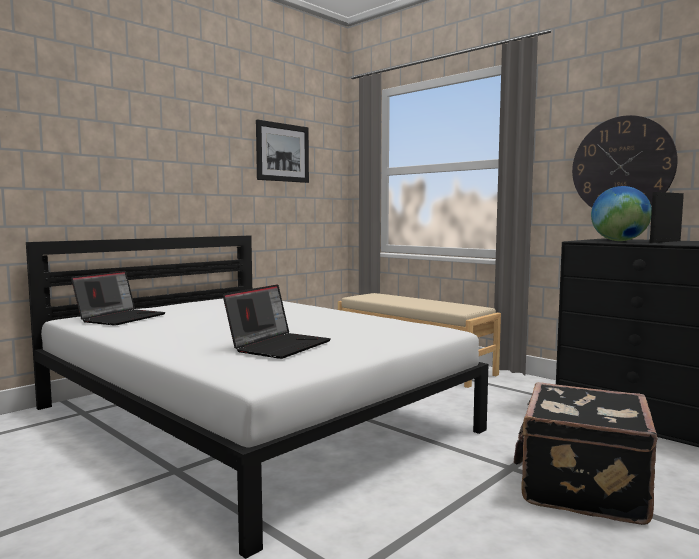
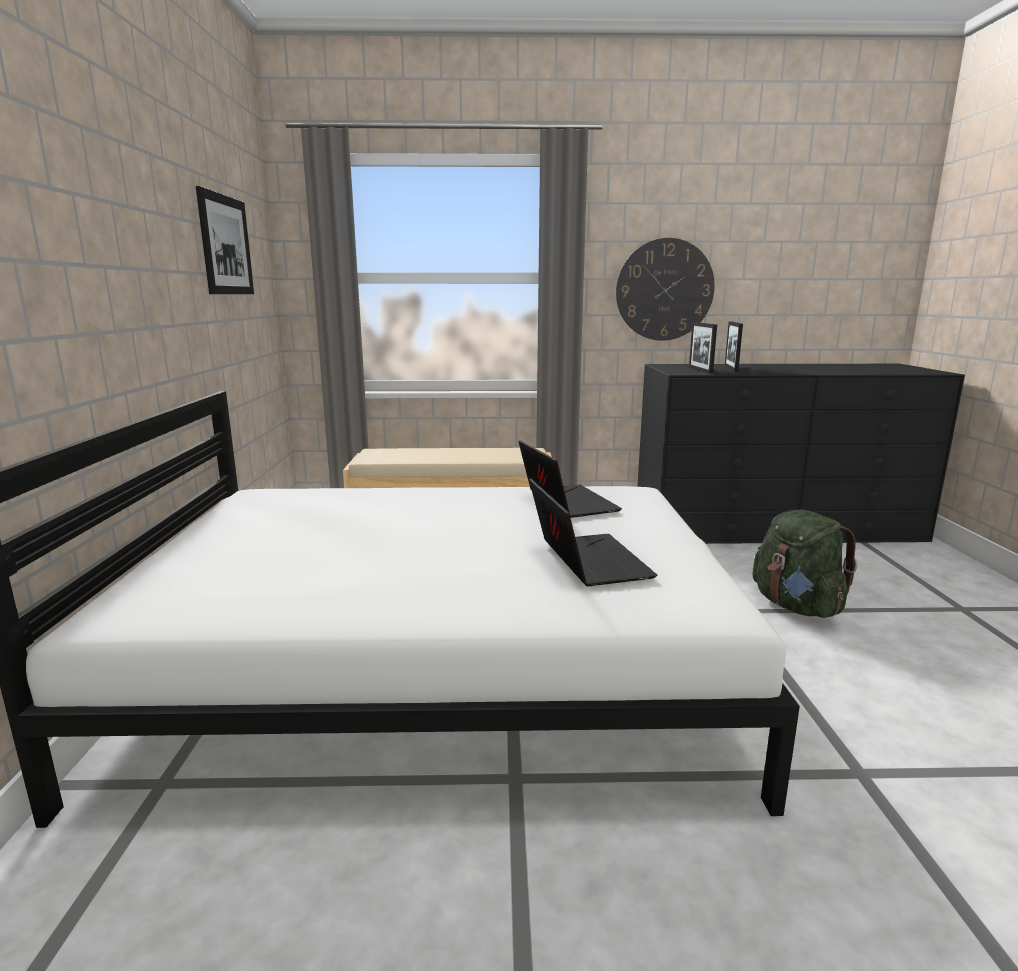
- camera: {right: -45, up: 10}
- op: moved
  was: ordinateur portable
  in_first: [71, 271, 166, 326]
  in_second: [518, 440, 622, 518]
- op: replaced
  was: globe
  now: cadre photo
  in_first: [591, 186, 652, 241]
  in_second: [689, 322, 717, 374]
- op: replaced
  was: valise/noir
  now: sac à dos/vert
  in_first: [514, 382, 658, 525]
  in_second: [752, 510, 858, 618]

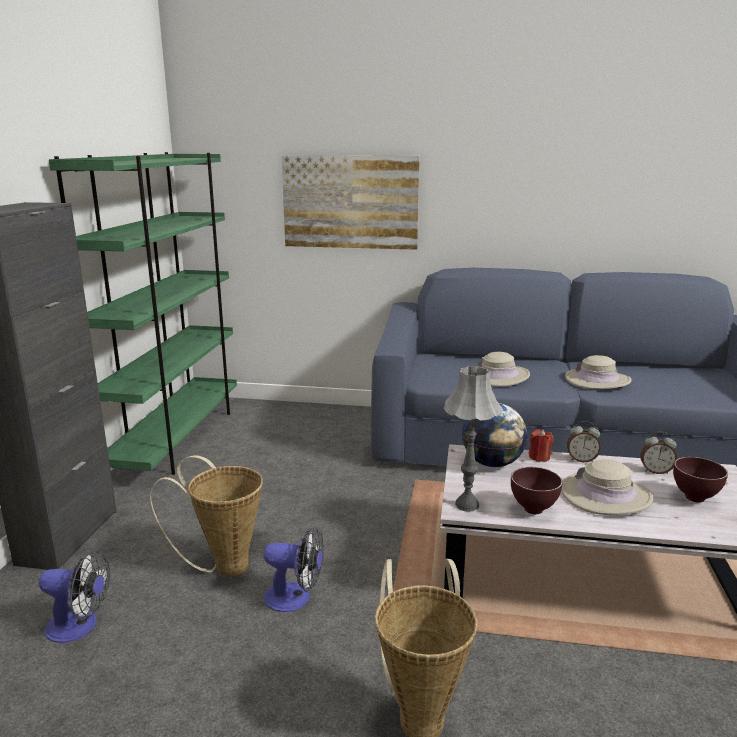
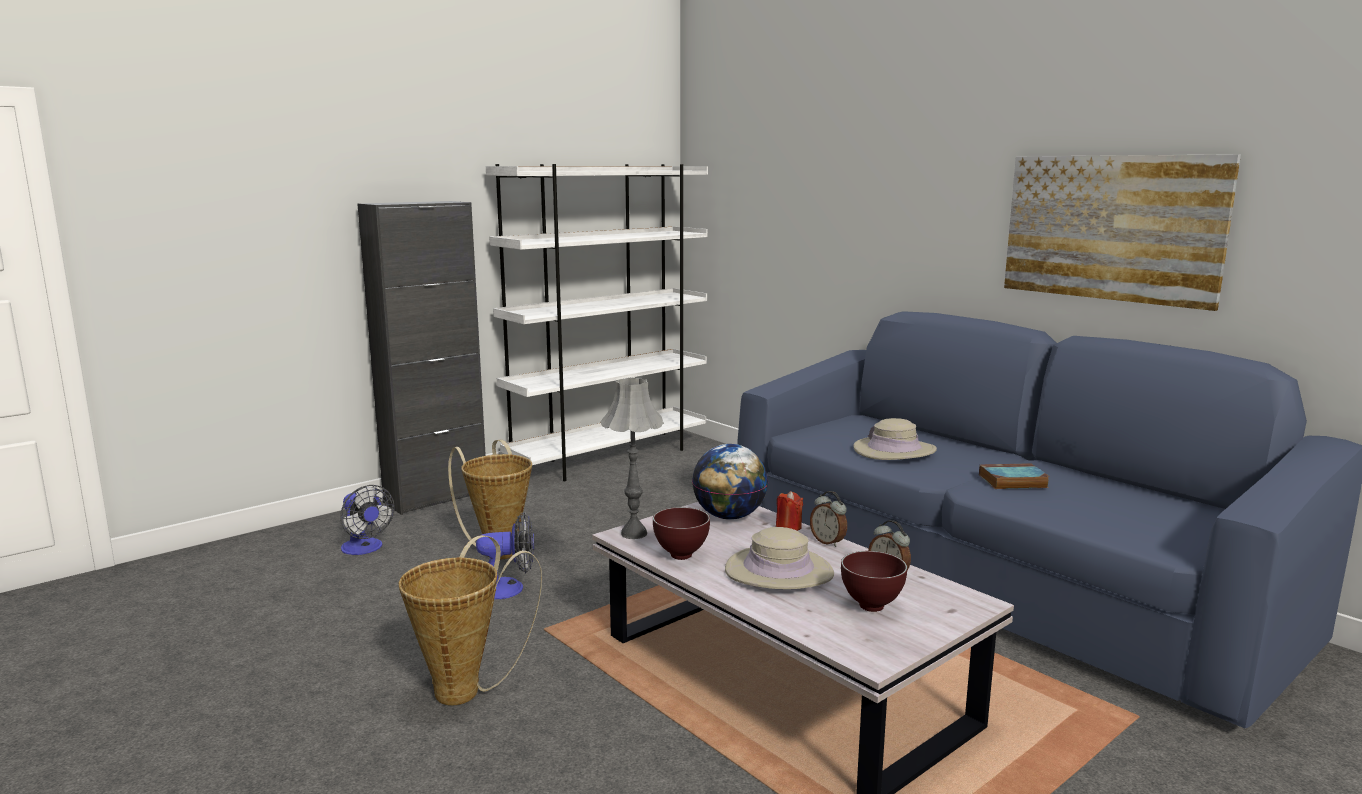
- camera: {right: 40, up: -5}
- op: turned
  was: ventilateur
  in_first: [263, 527, 324, 612]
  in_second: [476, 512, 534, 599]
  clockwise: -60
- op: recoloured
  was: bibliothèque/vert
  now: bibliothèque/blanc
  in_first: [49, 152, 237, 475]
  in_second: [486, 164, 708, 481]
- op: replaced
  was: chapeau/beige
  now: livre
  in_first: [565, 355, 632, 389]
  in_second: [979, 463, 1050, 489]
- op: moved
  was: tableau
  in_first: [281, 155, 420, 250]
  in_second: [1004, 154, 1241, 311]

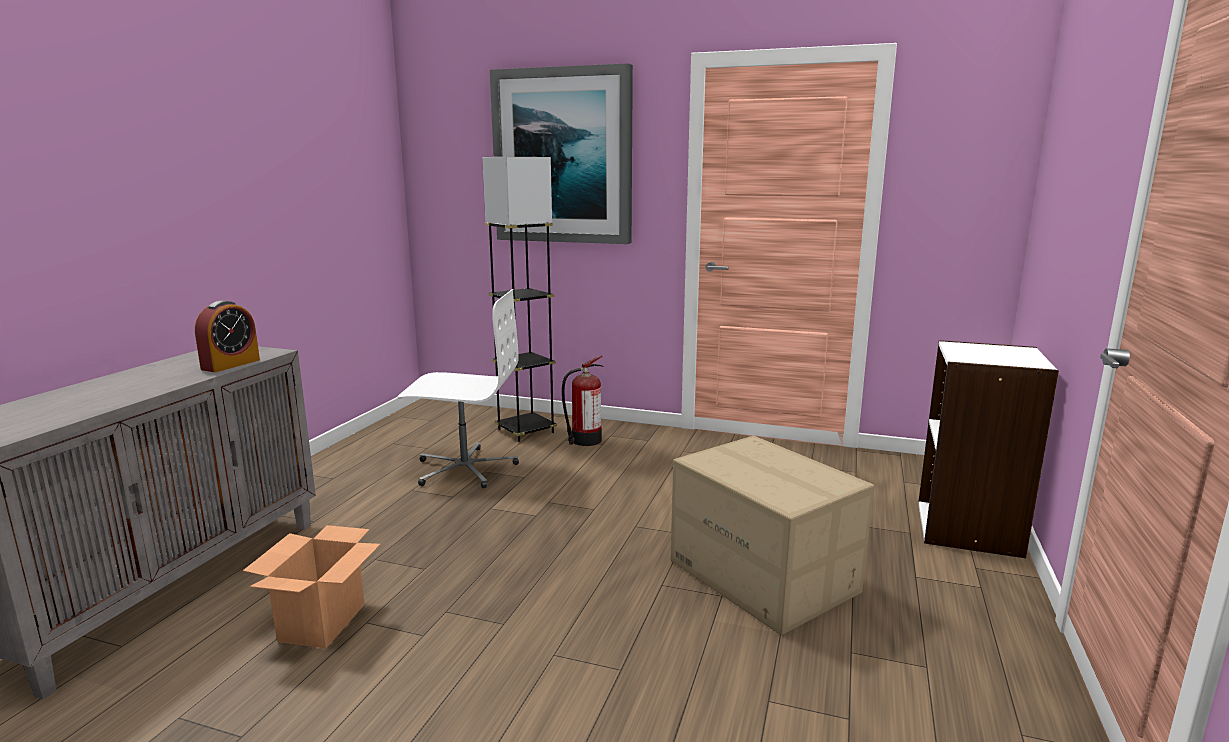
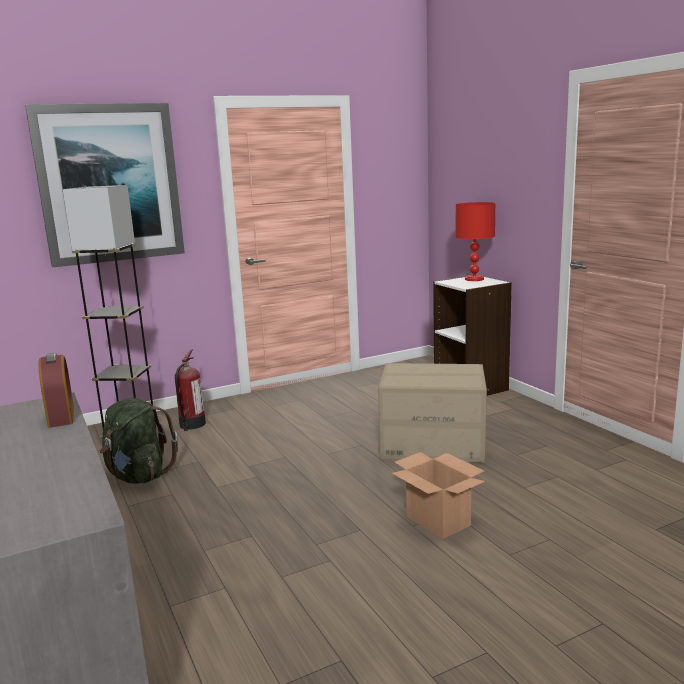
- camera: {right: -45, up: 0}
- op: replaced
  was: chaise de bureau/blanc
  now: sac à dos/vert
  in_first: [397, 289, 519, 488]
  in_second: [100, 398, 178, 484]
- op: moved
  was: carton
  in_first: [243, 525, 381, 648]
  in_second: [392, 452, 485, 539]
- op: added
  now: lampe de table/rouge
  in_second: [455, 202, 496, 281]

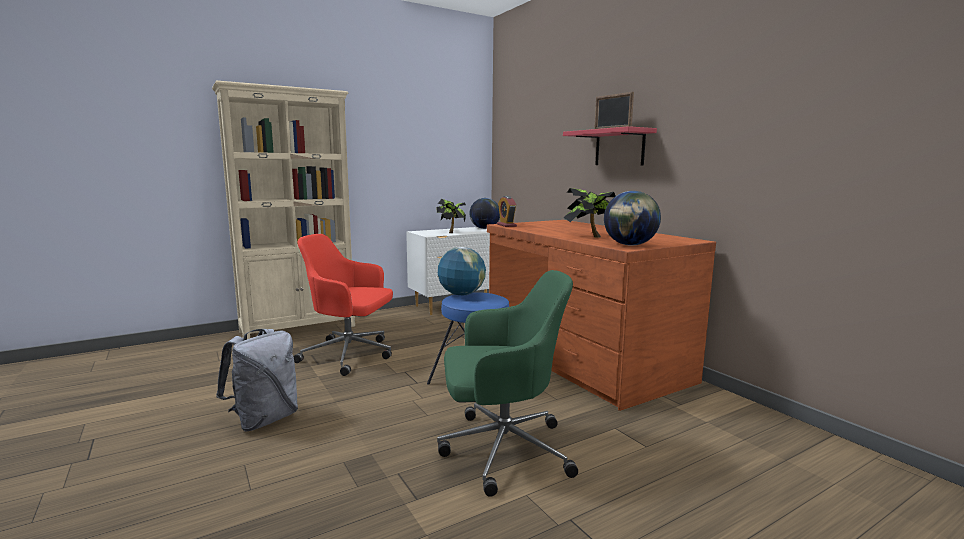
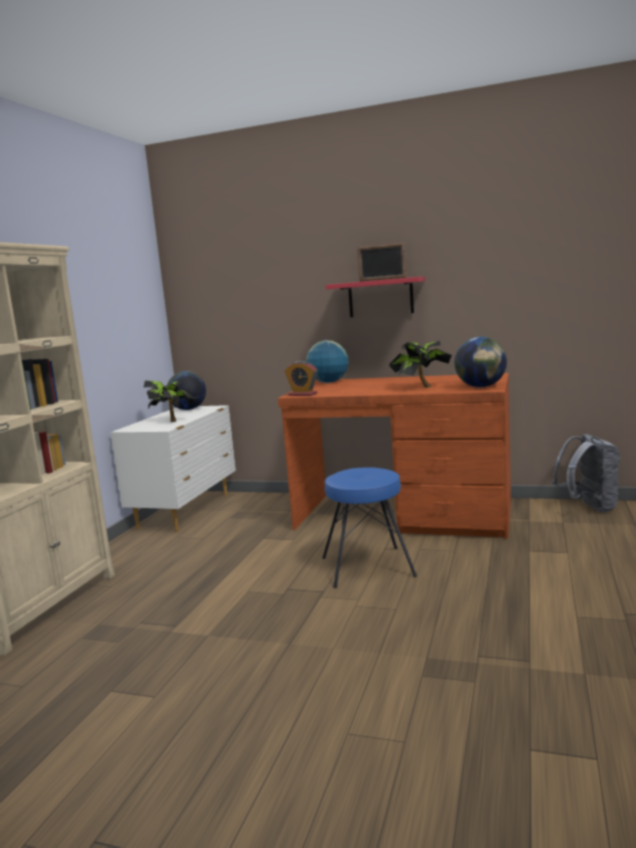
- camera: {right: -40, up: 0}
- op: moved
  was: globe
  in_first: [438, 247, 486, 295]
  in_second: [306, 340, 349, 383]
- op: moved
  was: sac à dos/gris
  in_first: [216, 329, 298, 431]
  in_second: [552, 434, 620, 512]
- op: removed
  was: chaise de bureau/rouge
  in_first: [293, 234, 393, 376]
- op: removed
  was: chaise de bureau/vert
  in_first: [437, 270, 578, 497]

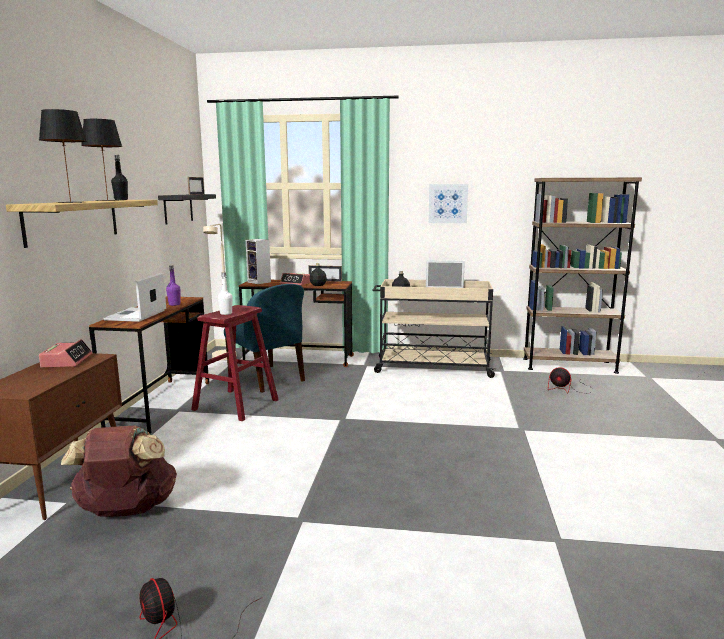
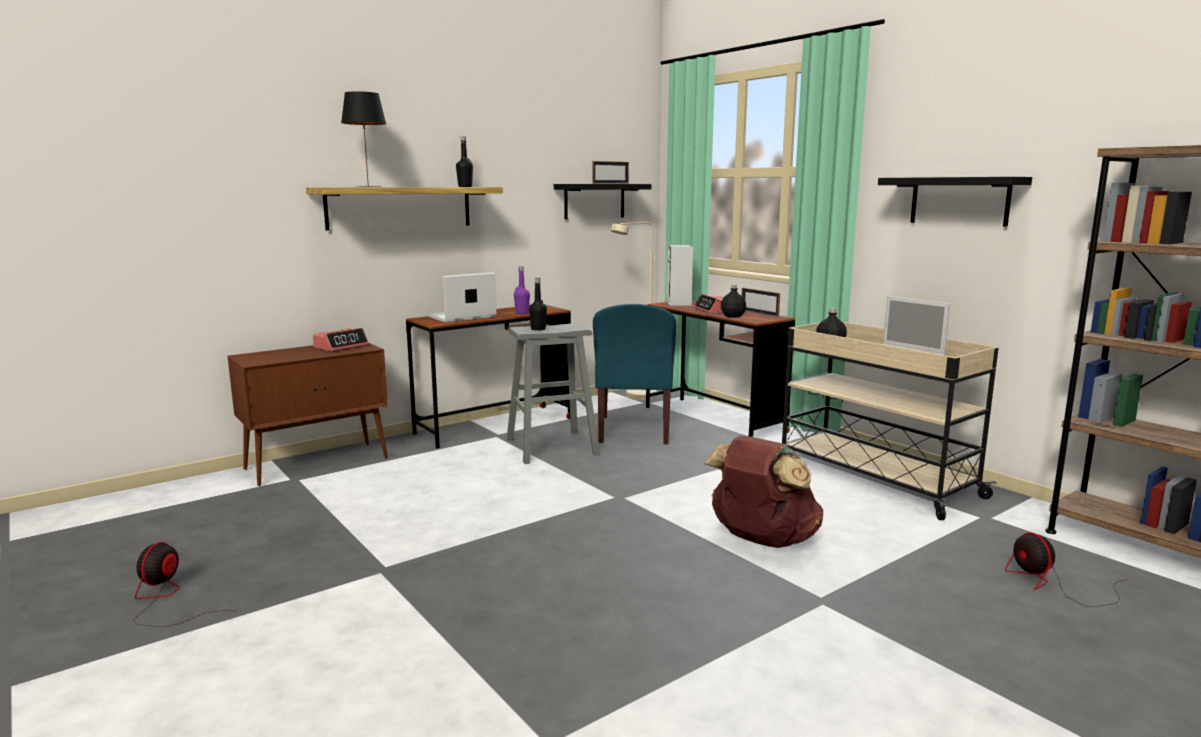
- camera: {right: 45, up: 0}
- op: recoloured
  was: tabouret/rouge
  now: tabouret/gris
  in_first: [191, 305, 279, 421]
  in_second: [507, 323, 600, 464]
- op: recoloured
  was: bouteille/blanc
  now: bouteille/noir
  in_first: [218, 272, 233, 315]
  in_second: [529, 278, 547, 331]
- op: moved
  was: sac à dos/marron
  in_first: [61, 425, 177, 517]
  in_second: [704, 436, 823, 548]
- op: replaced
  was: tableau
  now: étagère/noir
  in_first: [428, 184, 468, 223]
  in_second: [878, 177, 1032, 227]
- op: removed
  was: lampe de table/noir
  in_first: [81, 119, 122, 201]

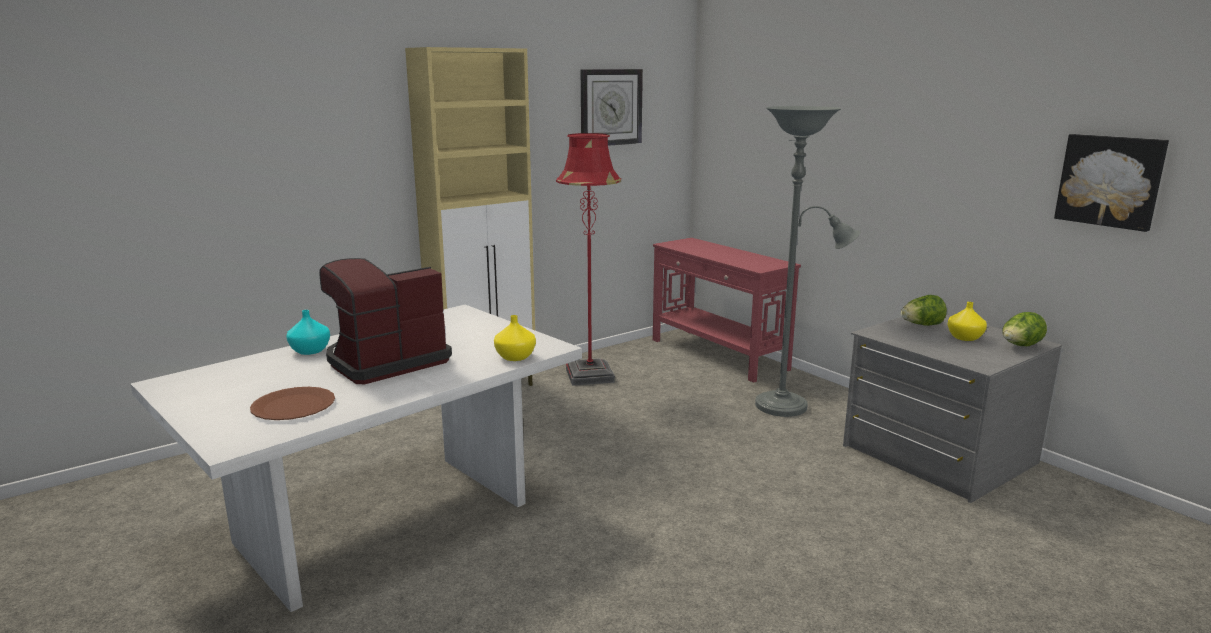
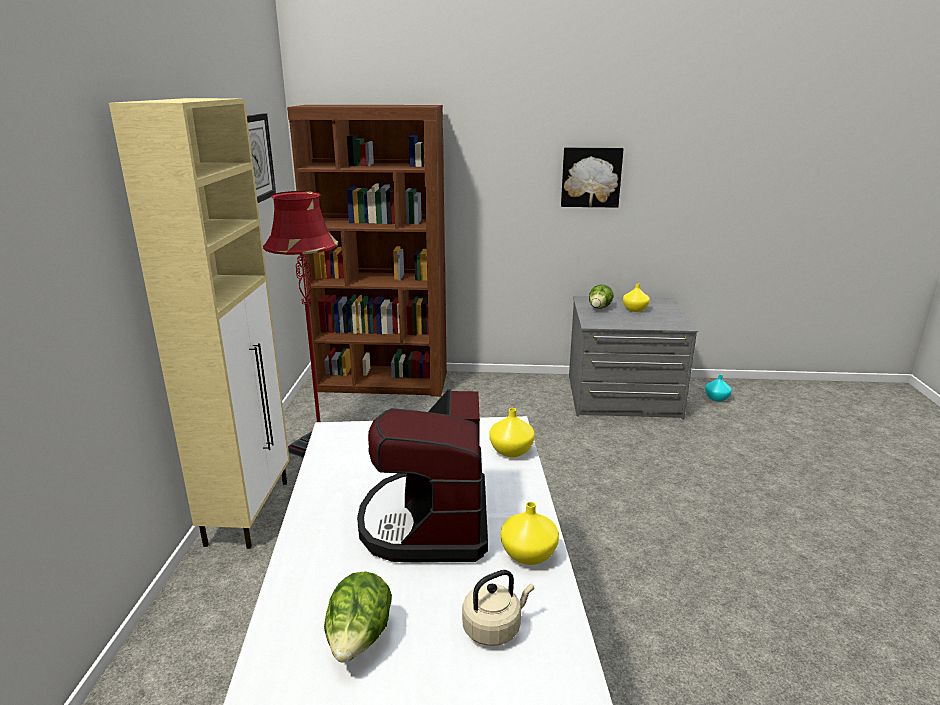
- camera: {right: -50, up: 5}
- op: replaced
  was: table console/rouge
  now: bibliothèque/marron
  in_first: [653, 238, 801, 383]
  in_second: [287, 105, 447, 397]
- op: moved
  was: laitue
  in_first: [1002, 312, 1047, 346]
  in_second: [324, 572, 392, 663]
- op: replaced
  was: assiette/marron
  now: bouilloire/beige
  in_first: [250, 387, 335, 420]
  in_second: [462, 570, 534, 646]
- op: added
  now: vase/jaune
  in_second: [501, 502, 559, 565]
- op: moved
  was: tableau
  in_first: [1054, 134, 1169, 232]
  in_second: [561, 147, 623, 208]
- op: moved
  was: vase/turquoise
  in_first: [286, 310, 330, 355]
  in_second: [705, 374, 732, 402]
- op: removed
  was: lampadaire/gris
  in_first: [755, 106, 860, 417]

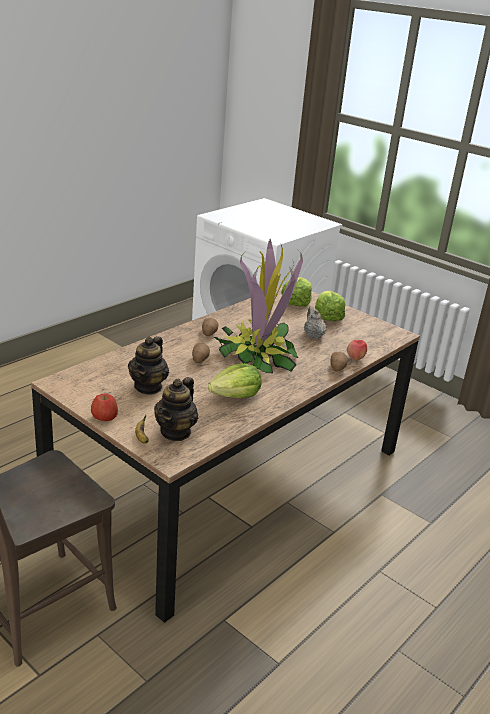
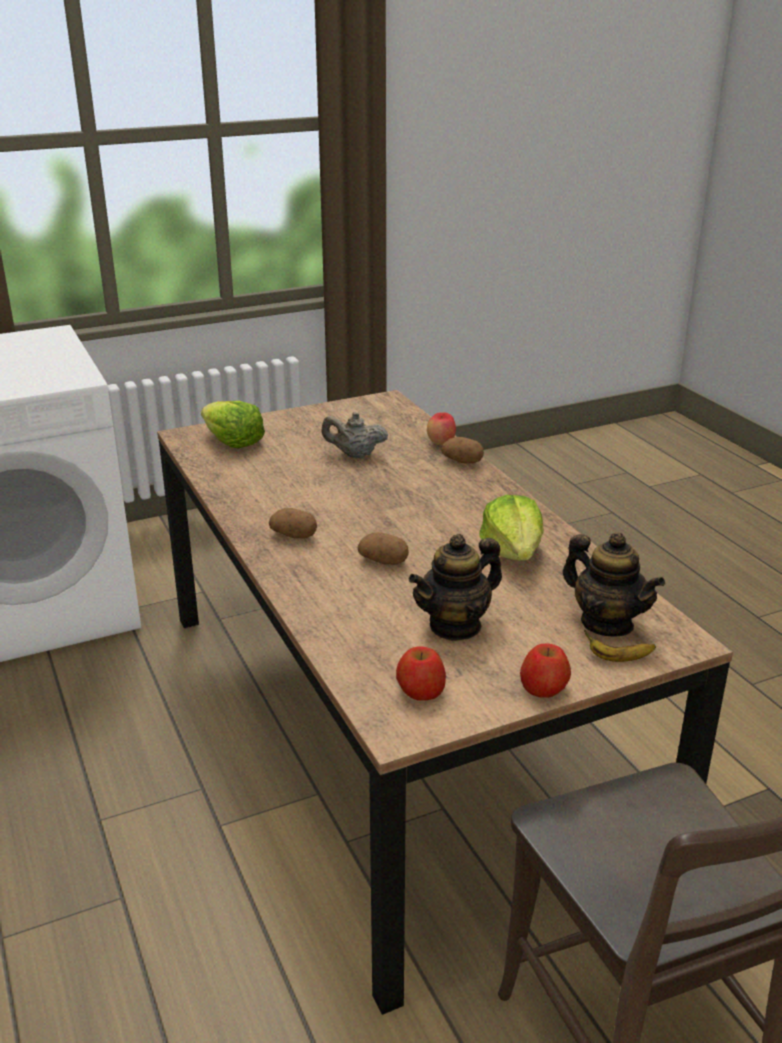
- camera: {right: -65, up: 0}
- op: added
  now: pomme
  in_second: [396, 646, 446, 701]
- op: turned
  was: théière
  in_first: [128, 336, 169, 394]
  in_second: [409, 534, 502, 641]
  clockwise: 105
- op: removed
  was: plante en pot
  in_first: [214, 239, 303, 373]
- op: removed
  was: laitue
  in_first: [315, 291, 345, 321]

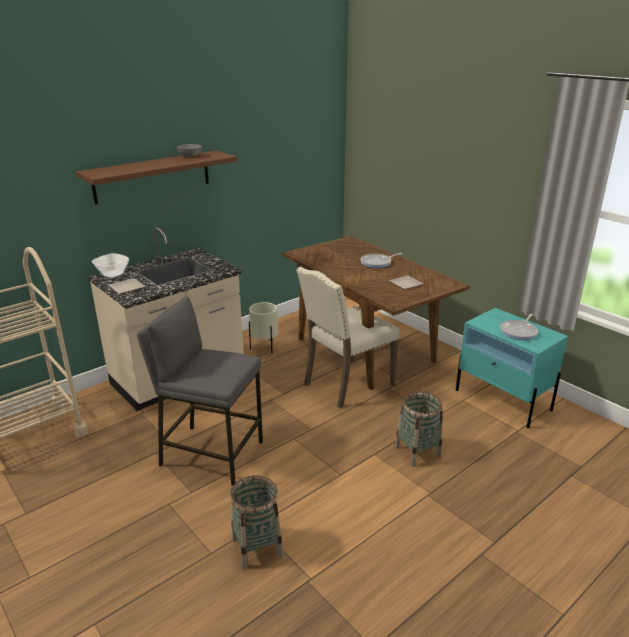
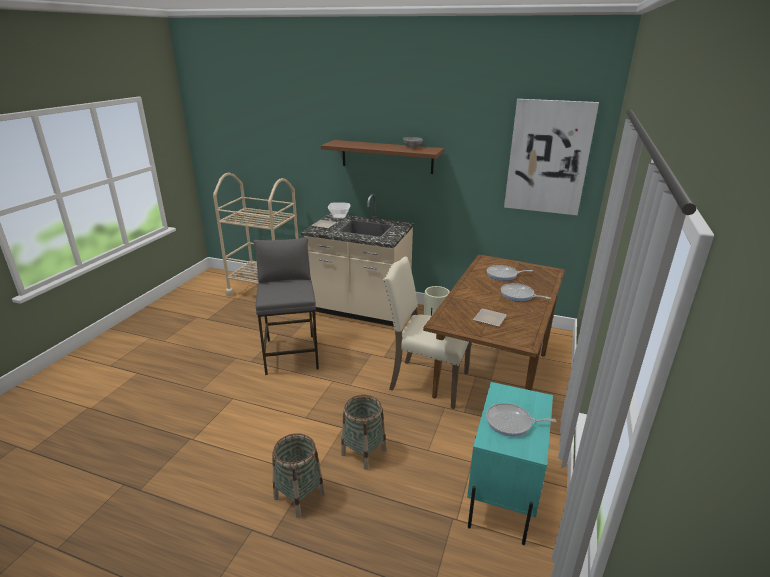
- camera: {right: 60, up: 0}
- op: moved
  was: panier
  in_first: [230, 475, 283, 569]
  in_second: [272, 433, 325, 518]
- op: added
  now: poêle
  in_second: [487, 265, 533, 281]
- op: added
  now: tableau
  in_second: [504, 99, 599, 215]

